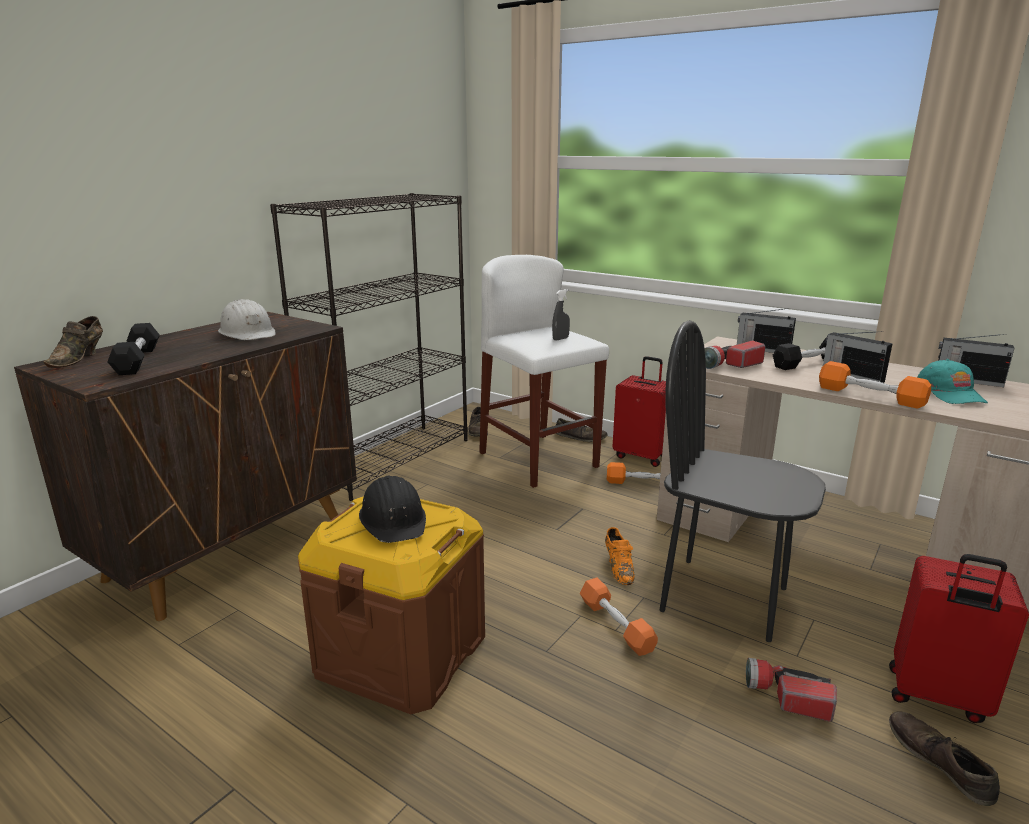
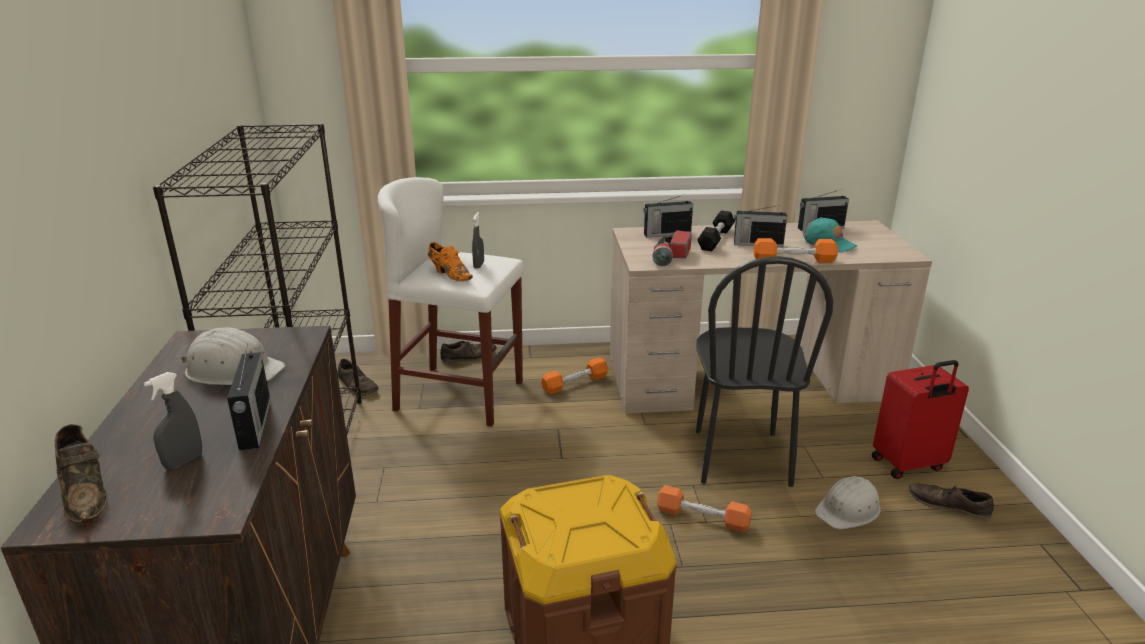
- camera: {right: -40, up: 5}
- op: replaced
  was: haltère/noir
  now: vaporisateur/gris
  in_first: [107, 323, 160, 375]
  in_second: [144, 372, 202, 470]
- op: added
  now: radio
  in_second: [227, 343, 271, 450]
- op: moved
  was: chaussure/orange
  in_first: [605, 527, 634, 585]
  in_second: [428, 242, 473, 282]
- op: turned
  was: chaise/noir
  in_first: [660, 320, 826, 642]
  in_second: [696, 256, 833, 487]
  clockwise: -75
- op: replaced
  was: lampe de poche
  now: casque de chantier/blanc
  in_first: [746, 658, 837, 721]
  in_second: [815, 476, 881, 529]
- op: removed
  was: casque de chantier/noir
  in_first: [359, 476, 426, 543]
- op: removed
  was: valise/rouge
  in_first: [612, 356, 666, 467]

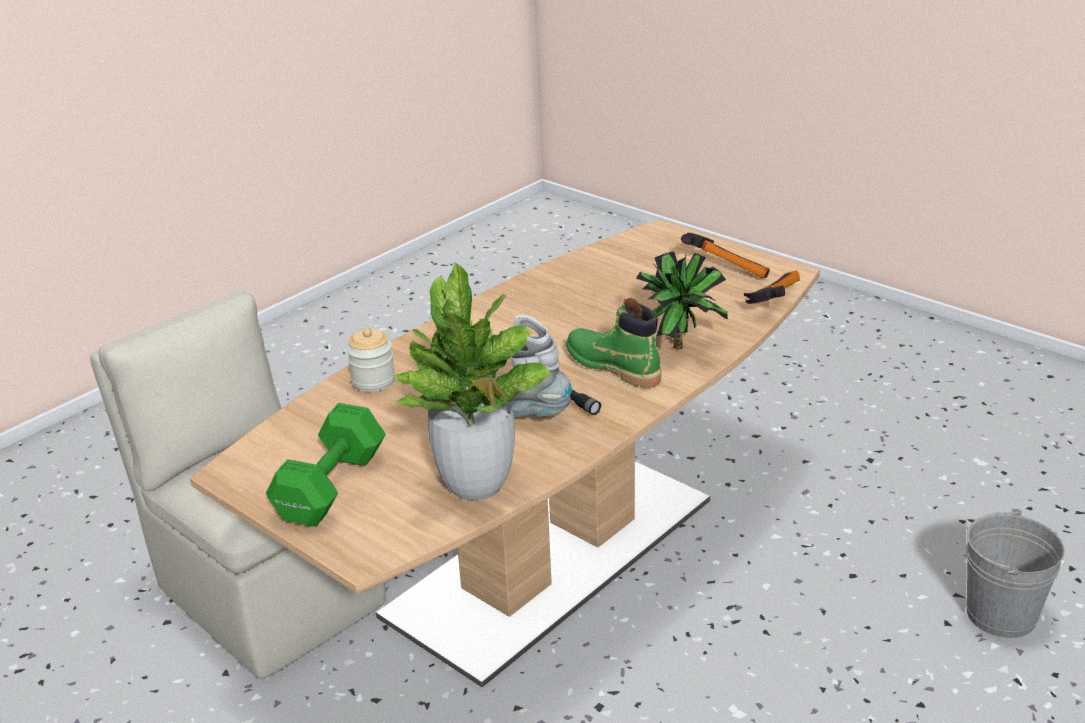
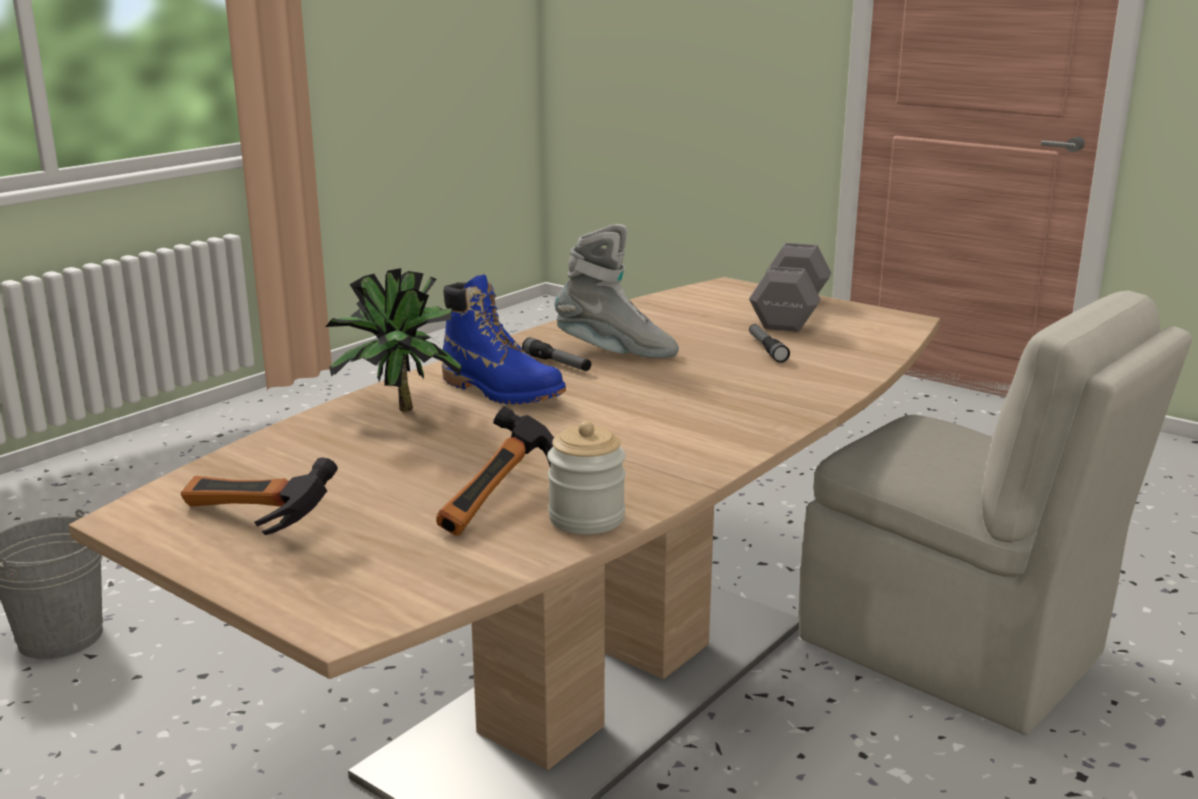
- camera: {right: 175, up: -10}
- op: moved
  was: marteau
  in_first: [744, 271, 800, 304]
  in_second: [436, 406, 554, 535]
- op: recoloured
  was: botte/vert
  now: botte/bleu
  in_first: [566, 298, 661, 388]
  in_second: [442, 274, 566, 404]
- op: moved
  was: bocal
  in_first: [347, 328, 395, 392]
  in_second: [547, 421, 626, 534]
- op: recoloured
  was: haltère/vert
  now: haltère/gris
  in_first: [266, 403, 386, 527]
  in_second: [749, 243, 831, 332]
- op: added
  now: lampe de poche
  in_second: [749, 324, 790, 363]
- op: removed
  was: plante en pot
  in_first: [392, 262, 551, 500]

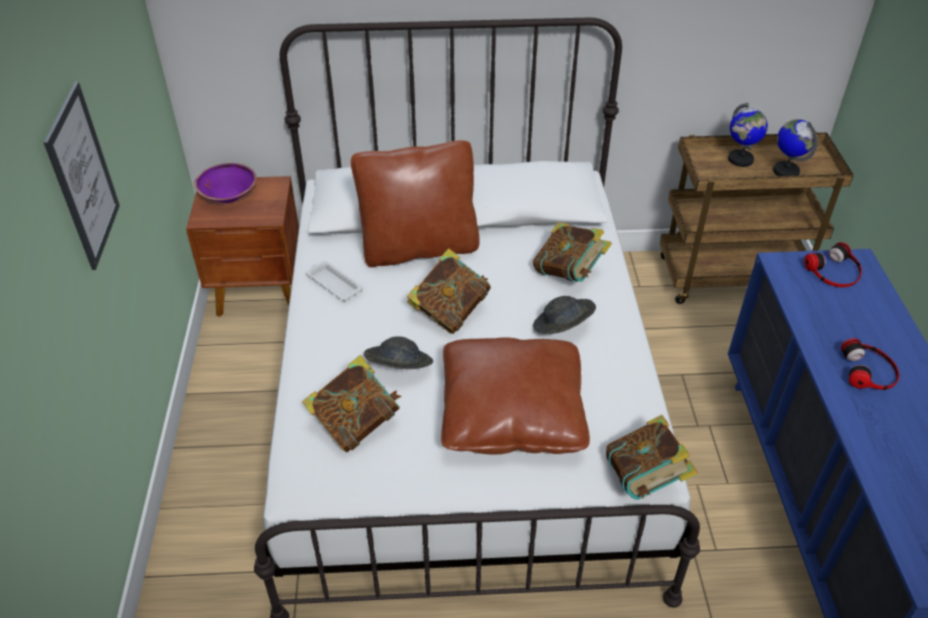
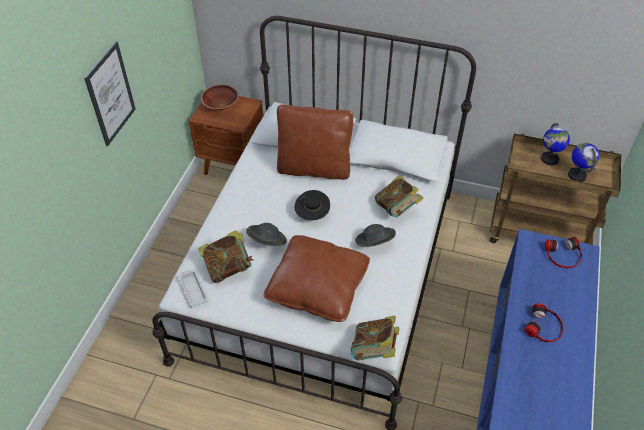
- camera: {right: 20, up: 5}
- op: moved
  was: plateau/blanc
  in_first: [306, 261, 363, 301]
  in_second: [178, 269, 209, 307]
- op: recoloured
  was: bol/violet
  now: bol/marron
  in_first: [194, 163, 257, 203]
  in_second: [201, 85, 239, 110]
- op: replaced
  was: livre
  now: chapeau/noir
  in_first: [407, 248, 491, 334]
  in_second: [294, 190, 330, 220]

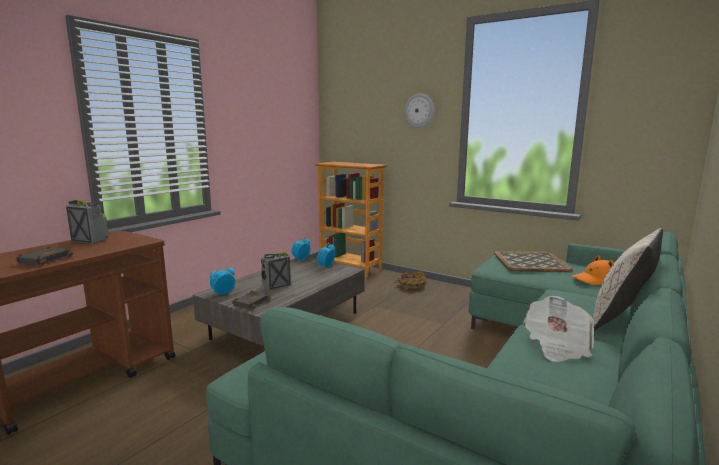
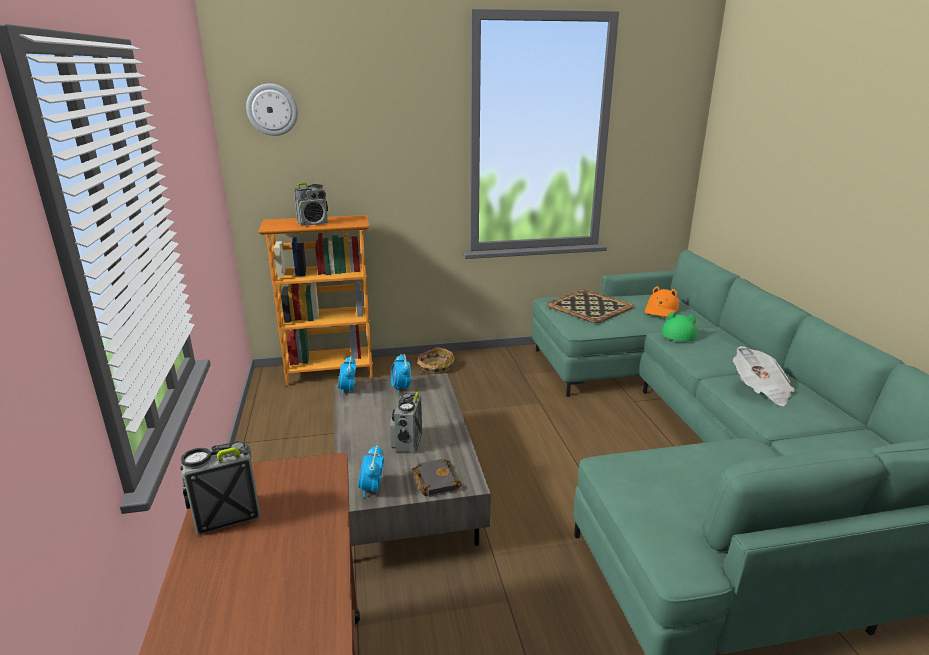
- camera: {right: -45, up: 10}
- op: moved
  was: horloge murale
  in_first: [404, 93, 434, 128]
  in_second: [246, 83, 298, 136]
- op: added
  now: radio
  in_second: [294, 182, 328, 226]
- op: added
  now: chapeau/vert
  in_second: [662, 312, 697, 341]
- op: removed
  was: livre/noir
  in_first: [15, 246, 73, 266]
- op: removed
  was: coussin/beige
  in_first: [593, 228, 663, 331]

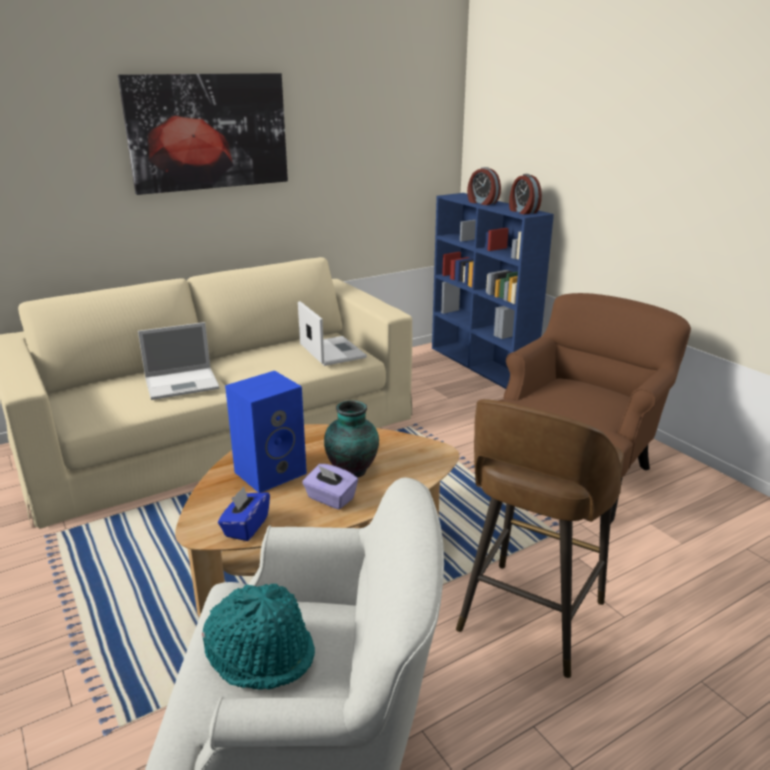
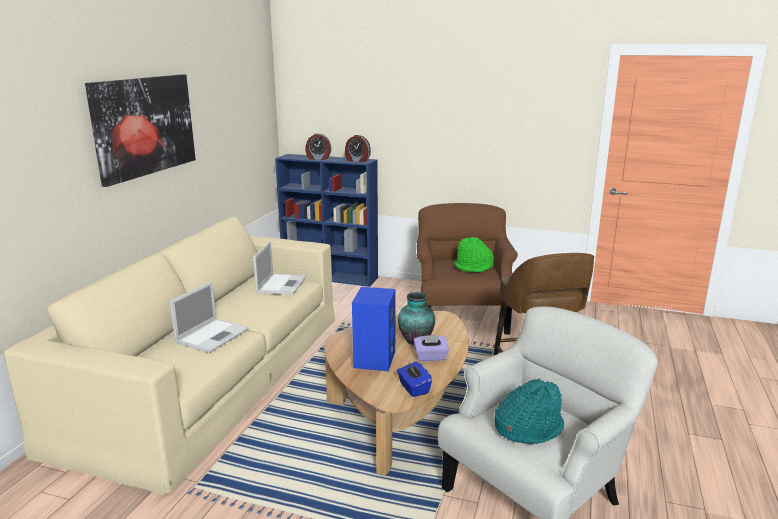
- camera: {right: -40, up: -5}
- op: turned
  was: ordinateur portable
  in_first: [298, 301, 367, 366]
  in_second: [253, 241, 306, 295]
  clockwise: 75
- op: added
  now: chapeau/vert
  in_second: [454, 237, 494, 272]

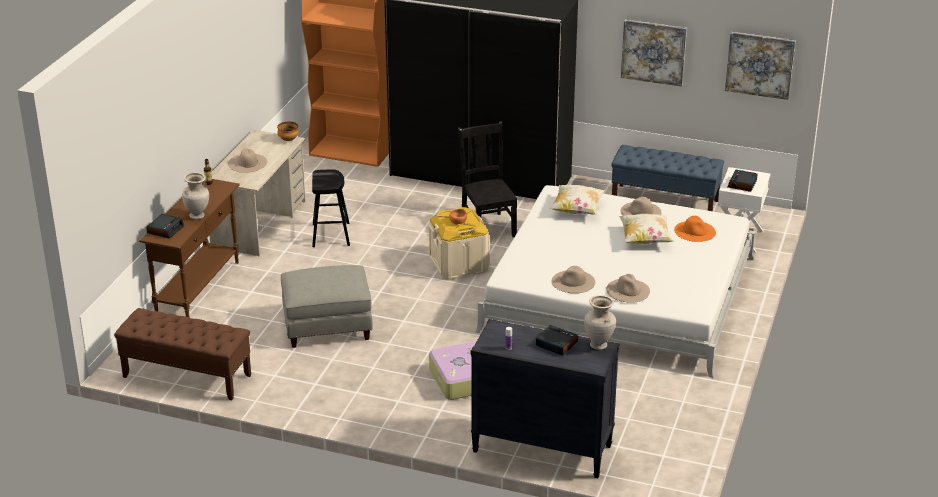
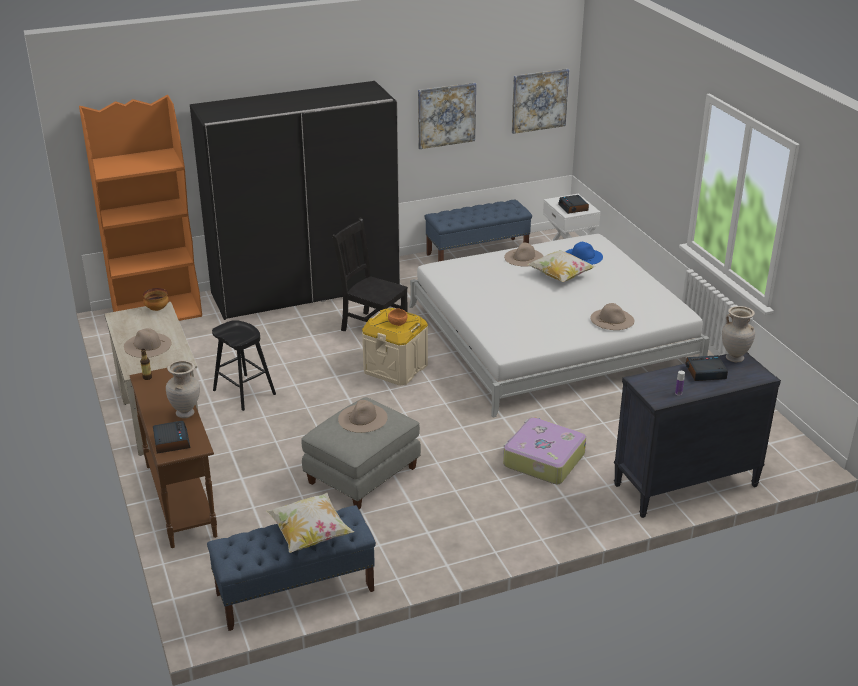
- camera: {right: -40, up: 0}
- op: recoloured
  was: banc/marron
  now: banc/bleu
  in_first: [114, 308, 251, 400]
  in_second: [207, 505, 376, 631]
- op: moved
  was: coussin
  in_first: [549, 185, 605, 215]
  in_second: [266, 493, 354, 553]
- op: moved
  was: chapeau/beige
  in_first: [552, 266, 595, 293]
  in_second: [338, 400, 388, 433]
- op: recoloured
  was: chapeau/orange
  now: chapeau/bleu
  in_first: [674, 216, 716, 242]
  in_second: [566, 242, 603, 265]

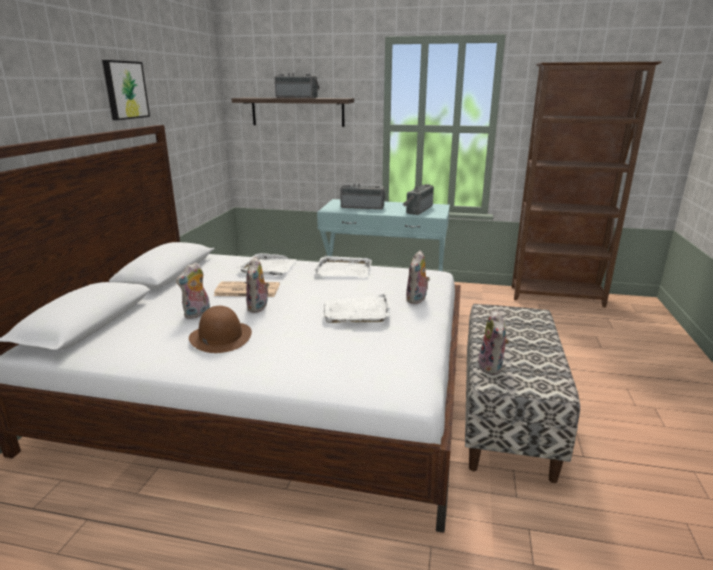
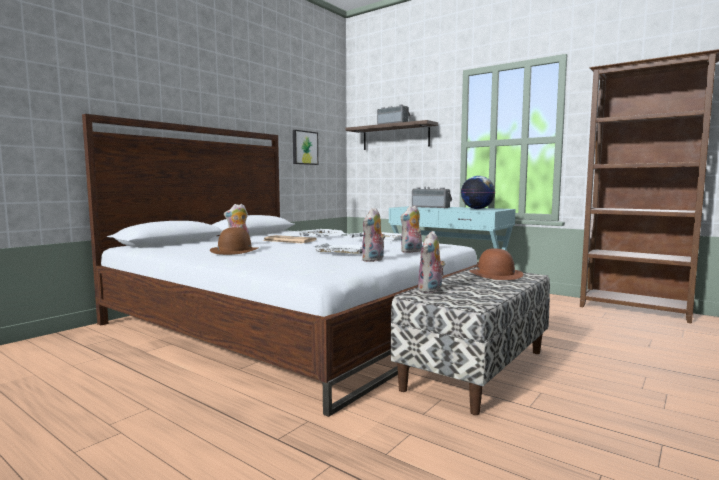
- camera: {right: 25, up: -15}
- op: moved
  was: tableau
  in_first: [102, 60, 150, 120]
  in_second: [293, 130, 318, 165]
- op: moved
  was: peluche
  in_first: [246, 256, 269, 313]
  in_second: [362, 208, 385, 262]
- op: replaced
  was: radio
  now: globe
  in_first: [403, 184, 434, 215]
  in_second: [461, 176, 495, 209]
- op: added
  now: chapeau/marron
  in_second: [469, 248, 524, 280]

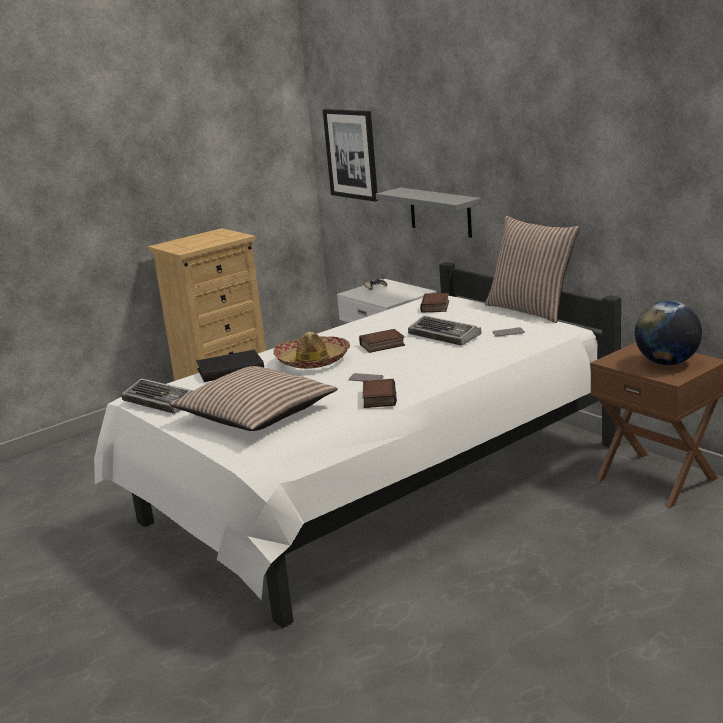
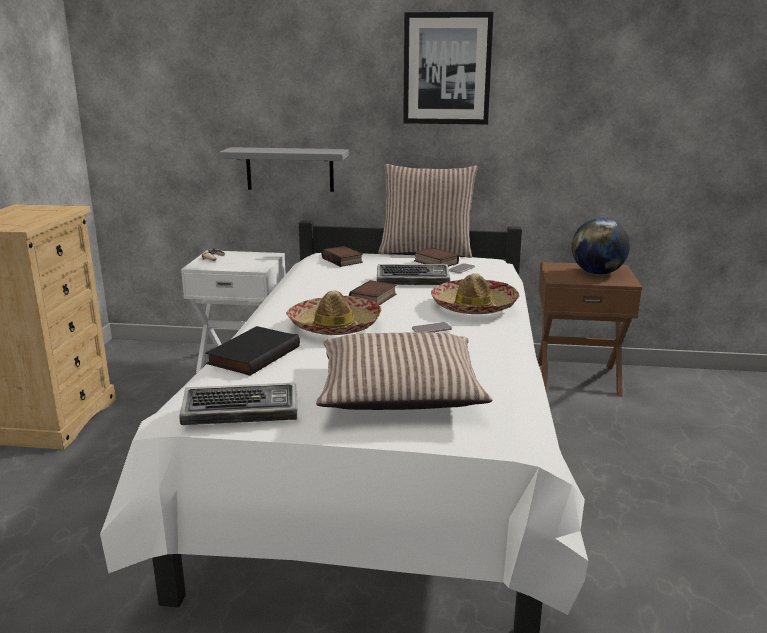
- camera: {right: -45, up: 0}
- op: moved
  was: tableau
  in_first: [323, 109, 378, 202]
  in_second: [403, 12, 494, 125]
- op: moved
  was: livre
  in_first: [363, 379, 397, 408]
  in_second: [414, 248, 459, 267]
- op: added
  now: chapeau
  in_second: [431, 273, 520, 314]

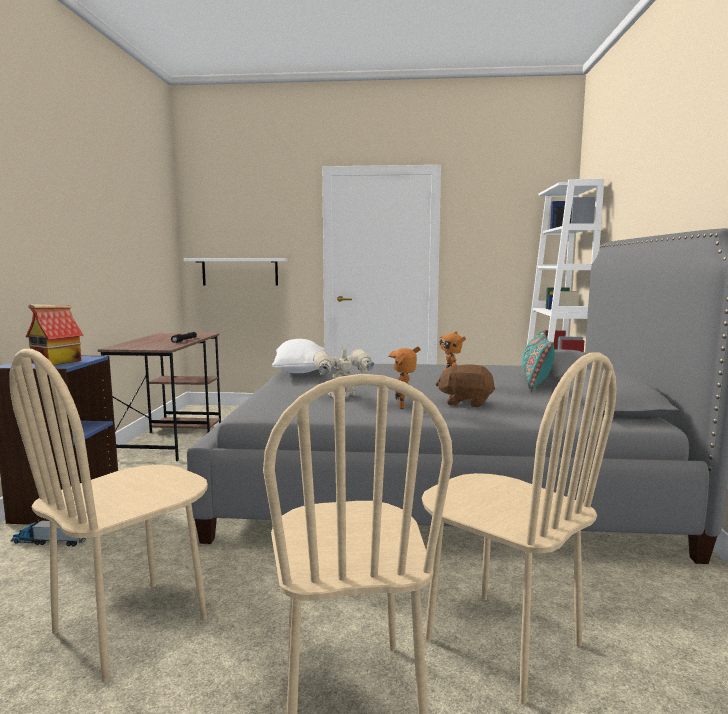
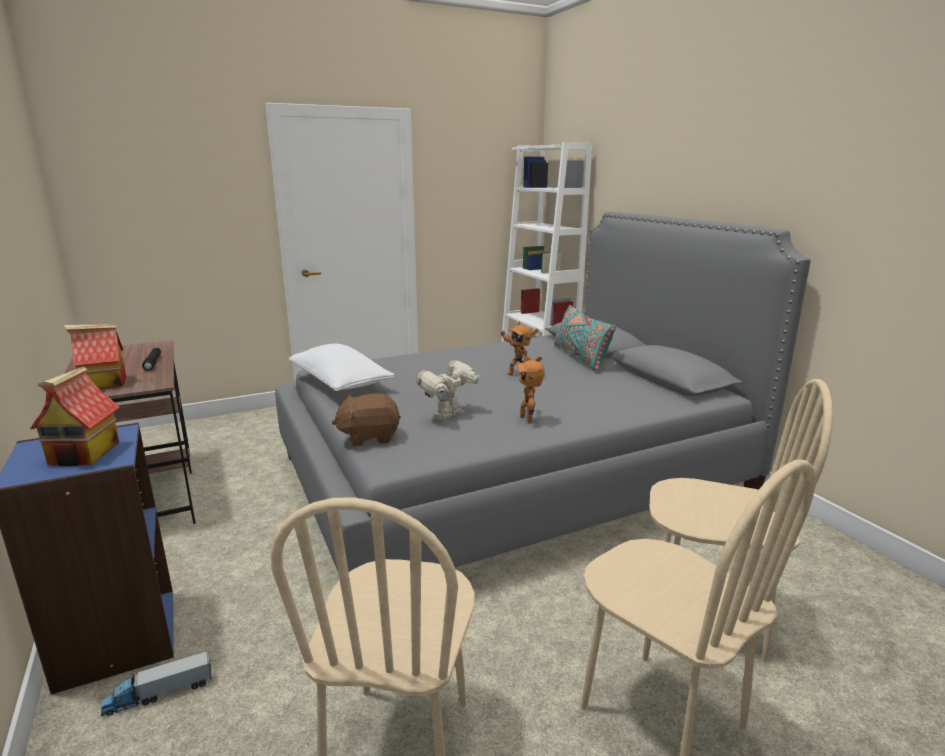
- camera: {right: -30, up: 10}
- op: added
  now: maison miniature
  in_second: [64, 324, 126, 389]
- op: moved
  was: peluche/marron
  in_first: [436, 364, 495, 407]
  in_second: [332, 393, 401, 447]
- op: removed
  was: étagère/blanc
  in_first: [183, 258, 287, 286]

